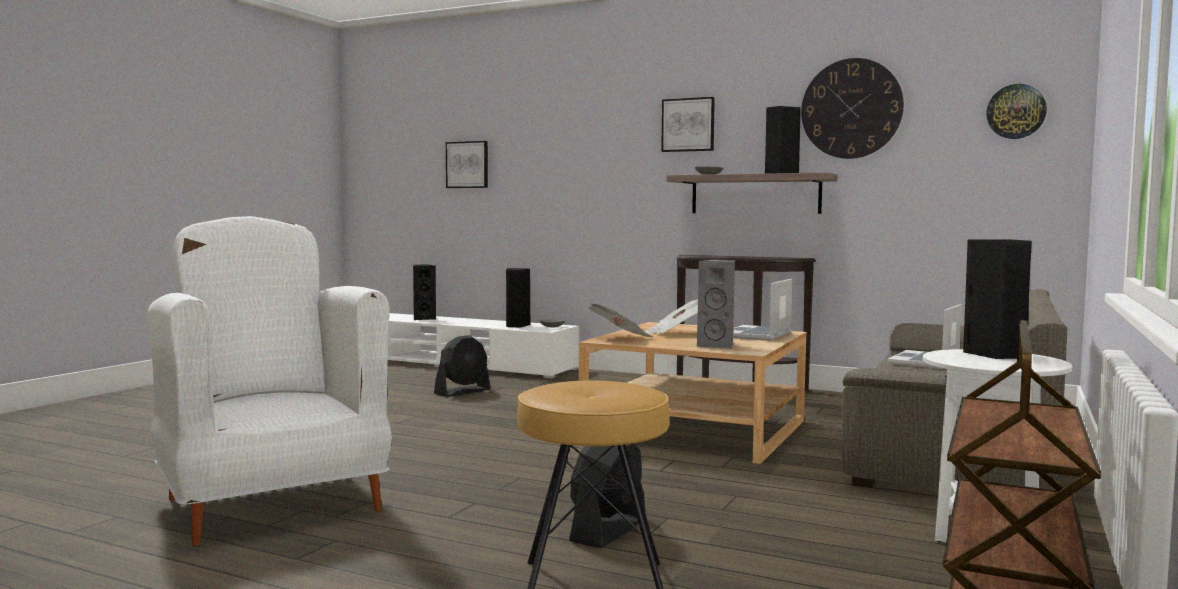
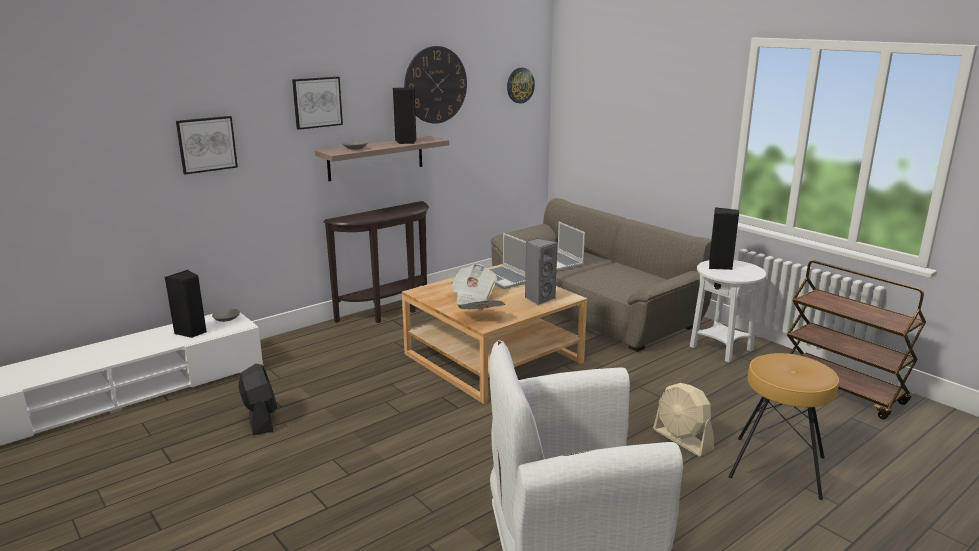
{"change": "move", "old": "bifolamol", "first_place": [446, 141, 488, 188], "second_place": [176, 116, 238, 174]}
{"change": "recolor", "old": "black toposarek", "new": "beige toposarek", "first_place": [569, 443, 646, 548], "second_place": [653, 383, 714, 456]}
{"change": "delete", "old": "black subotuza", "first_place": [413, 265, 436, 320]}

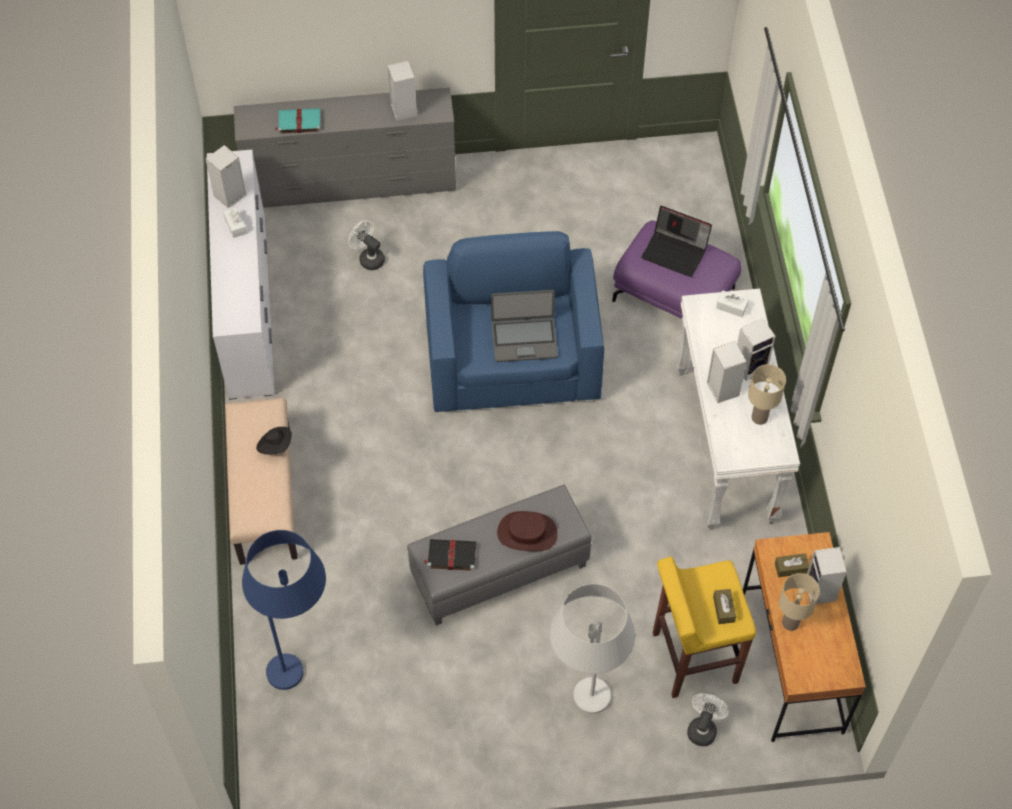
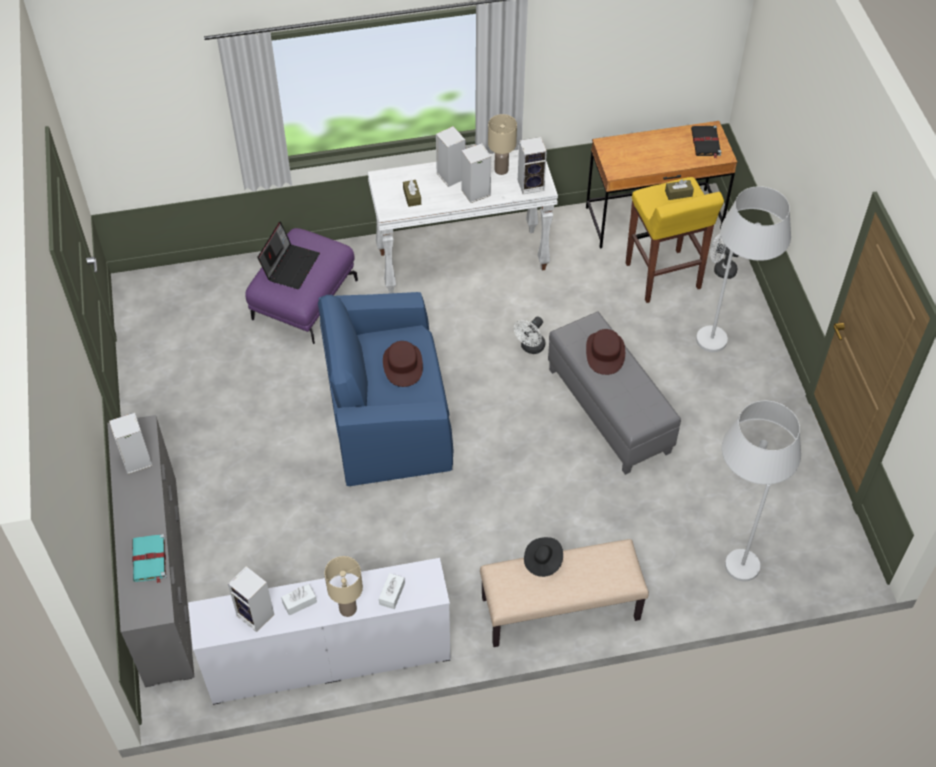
{"change": "move", "old": "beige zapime", "first_place": [779, 573, 820, 631], "second_place": [324, 556, 363, 617]}
{"change": "move", "old": "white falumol", "first_place": [716, 290, 749, 317], "second_place": [379, 573, 405, 609]}
{"change": "replace", "old": "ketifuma", "new": "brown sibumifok", "first_place": [491, 290, 558, 362], "second_place": [383, 341, 423, 387]}
{"change": "move", "old": "brown falumol", "first_place": [775, 553, 809, 577], "second_place": [403, 180, 421, 207]}
{"change": "move", "old": "white toposarek", "first_place": [348, 220, 385, 270], "second_place": [514, 316, 545, 354]}
{"change": "move", "old": "subotuza", "first_place": [807, 547, 846, 604], "second_place": [518, 137, 547, 194]}
{"change": "move", "old": "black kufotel", "first_place": [424, 539, 476, 571], "second_place": [691, 126, 721, 158]}
{"change": "recolor", "old": "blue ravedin", "new": "white ravedin", "first_place": [242, 530, 326, 690], "second_place": [722, 401, 801, 581]}

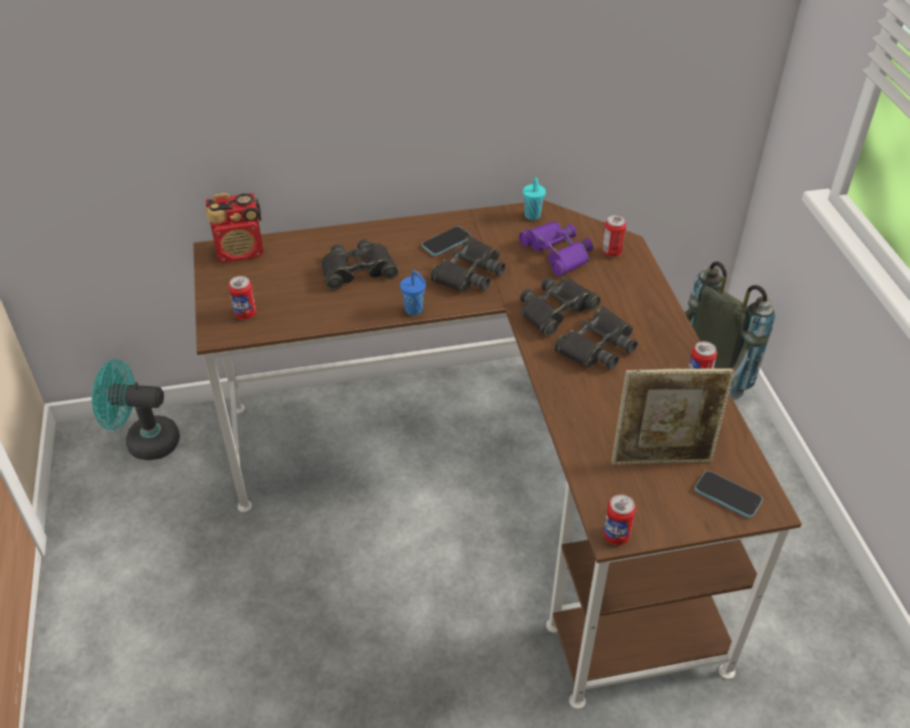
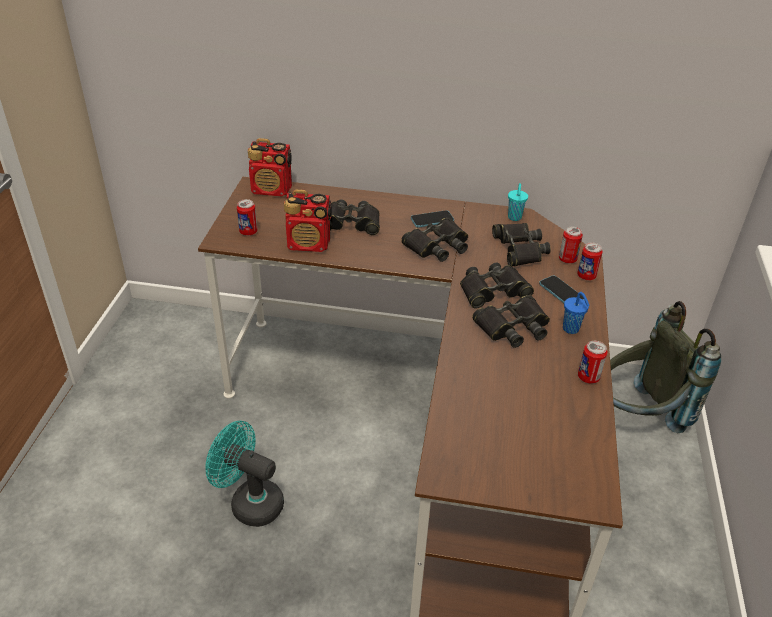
{"change": "move", "old": "turquoise toposarek", "first_place": [92, 359, 180, 460], "second_place": [205, 421, 284, 527]}
{"change": "insert", "new": "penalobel", "second_place": [284, 189, 332, 252]}
{"change": "recolor", "old": "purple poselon", "new": "black poselon", "first_place": [519, 221, 593, 277], "second_place": [492, 223, 551, 266]}
{"change": "move", "old": "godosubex", "first_place": [695, 471, 763, 518], "second_place": [539, 275, 584, 303]}
{"change": "move", "old": "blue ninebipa", "first_place": [400, 270, 426, 316], "second_place": [563, 292, 590, 334]}
{"change": "move", "old": "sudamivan", "first_place": [603, 494, 636, 545], "second_place": [577, 243, 603, 280]}
{"change": "delete", "old": "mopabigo", "first_place": [612, 368, 735, 465]}

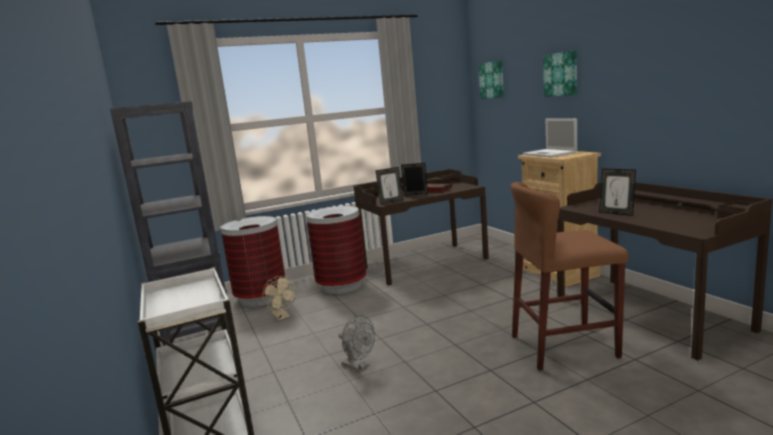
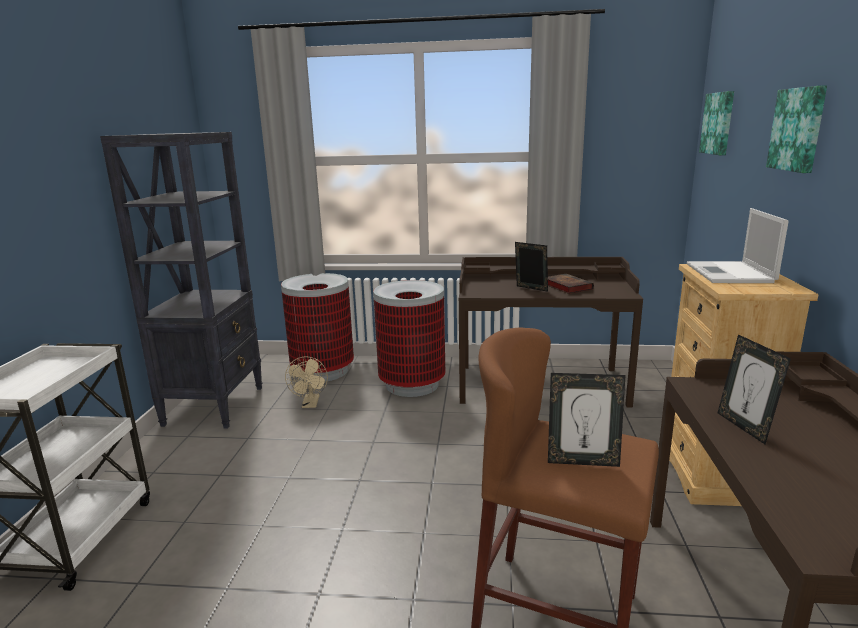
{"change": "move", "old": "mopabigo", "first_place": [375, 167, 403, 204], "second_place": [548, 373, 626, 467]}
{"change": "delete", "old": "grey toposarek", "first_place": [338, 315, 375, 372]}

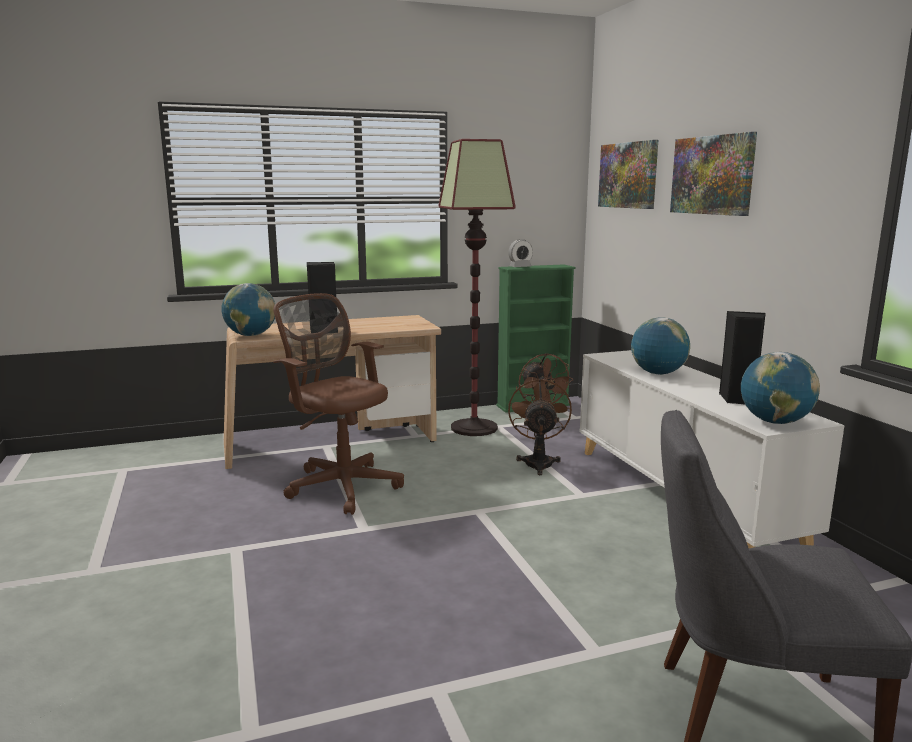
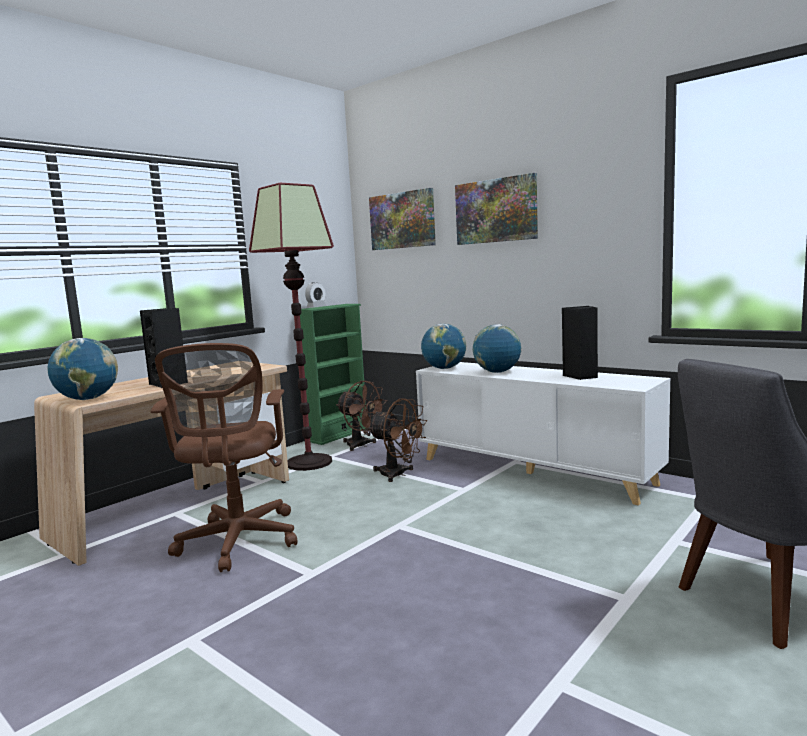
{"change": "rotate", "old": "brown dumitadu", "first_place": [273, 293, 404, 515], "second_place": [151, 343, 298, 572], "degrees": -105}
{"change": "rotate", "old": "brown toposarek", "first_place": [508, 377, 572, 475], "second_place": [368, 398, 427, 482], "degrees": 150}
{"change": "move", "old": "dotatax", "first_place": [741, 352, 820, 424], "second_place": [421, 324, 466, 369]}

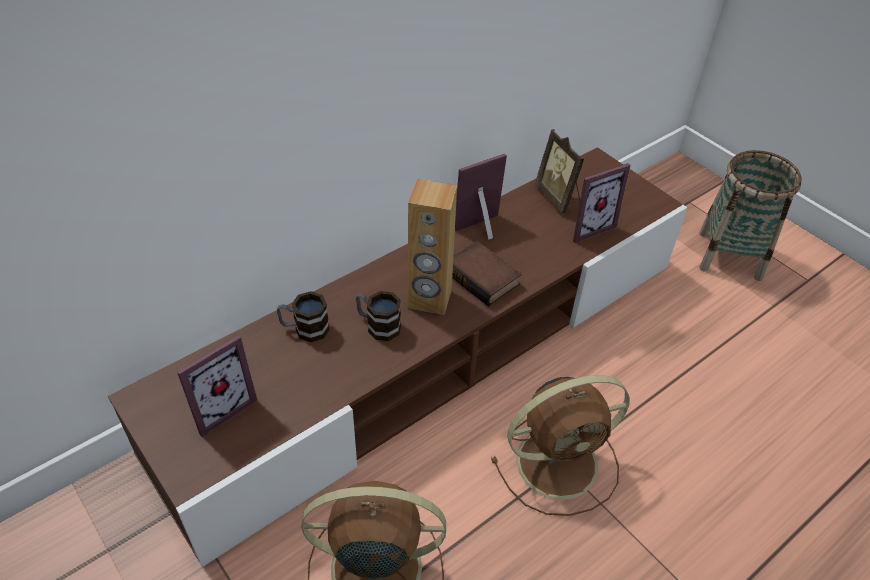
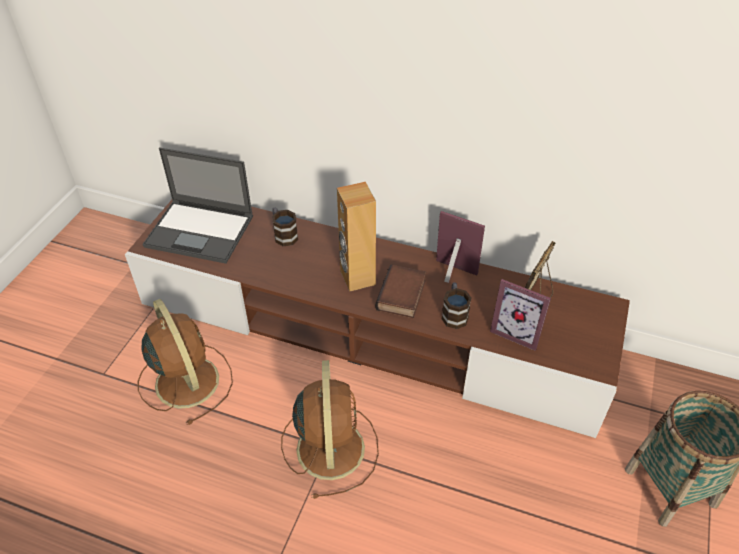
{"change": "replace", "old": "mopabigo", "new": "ketifuma", "first_place": [177, 335, 257, 437], "second_place": [142, 148, 253, 264]}
{"change": "rotate", "old": "brown toposarek", "first_place": [491, 375, 630, 516], "second_place": [281, 360, 379, 499], "degrees": -135}
{"change": "move", "old": "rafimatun", "first_place": [356, 291, 401, 341], "second_place": [442, 282, 472, 329]}

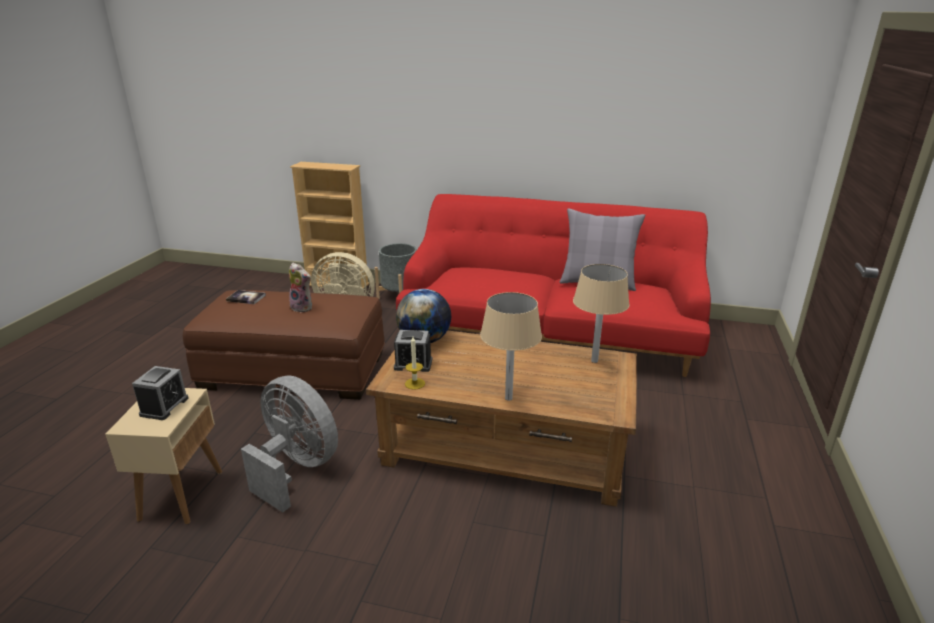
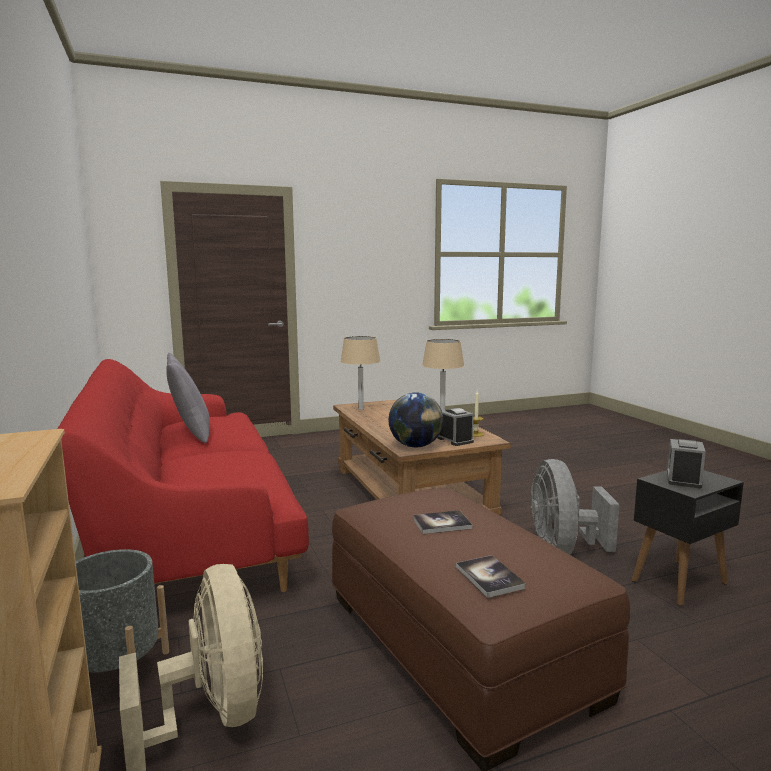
{"change": "replace", "old": "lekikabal", "new": "kufotel", "first_place": [288, 263, 312, 313], "second_place": [413, 510, 472, 534]}
{"change": "recolor", "old": "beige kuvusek", "new": "black kuvusek", "first_place": [105, 388, 222, 525], "second_place": [632, 470, 744, 606]}
{"change": "rotate", "old": "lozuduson", "first_place": [132, 366, 189, 420], "second_place": [667, 439, 706, 488], "degrees": -45}

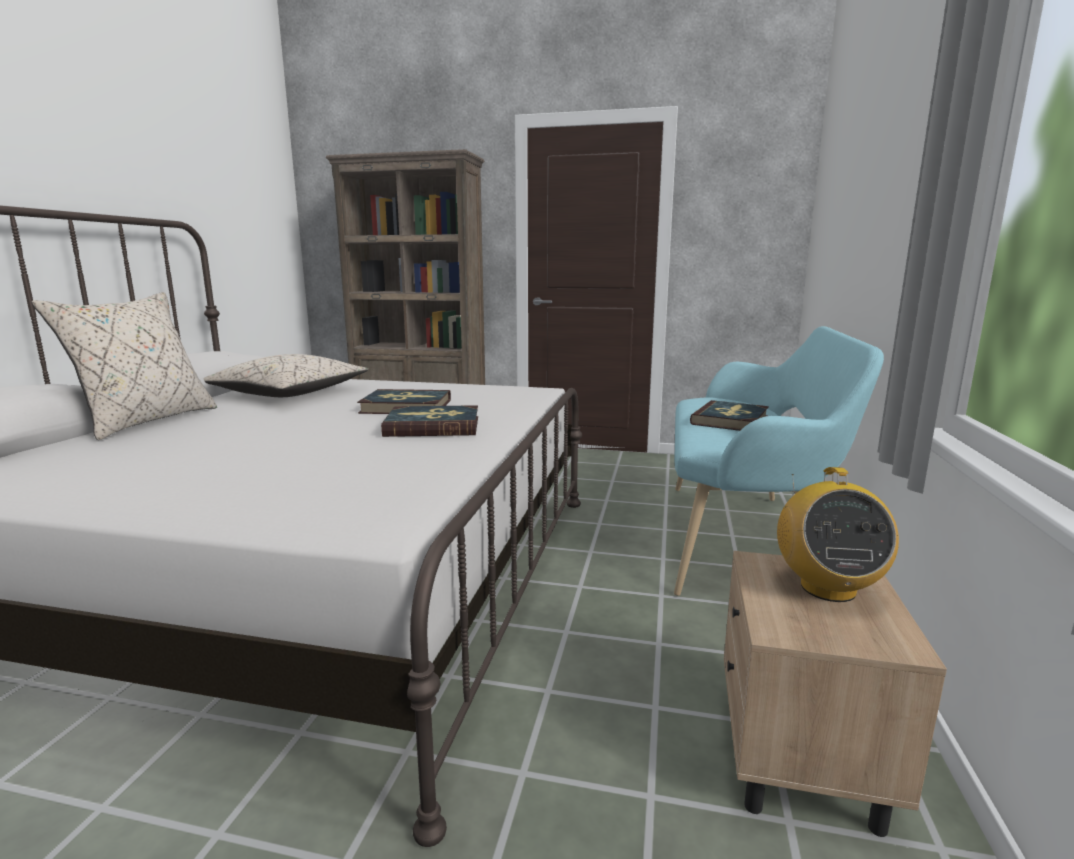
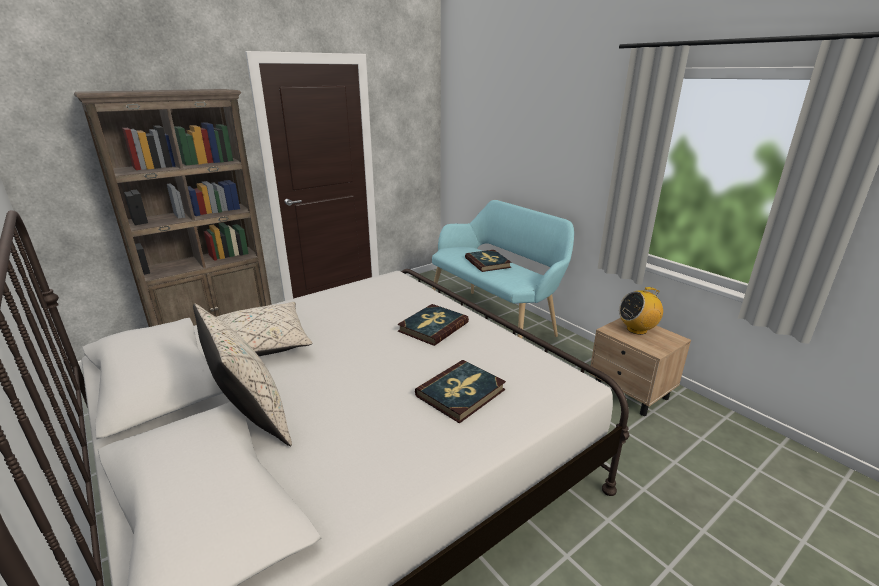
{"change": "move", "old": "kufotel", "first_place": [357, 389, 451, 414], "second_place": [415, 360, 506, 423]}
{"change": "rotate", "old": "penalobel", "first_place": [777, 467, 899, 602], "second_place": [619, 287, 663, 335], "degrees": 120}

